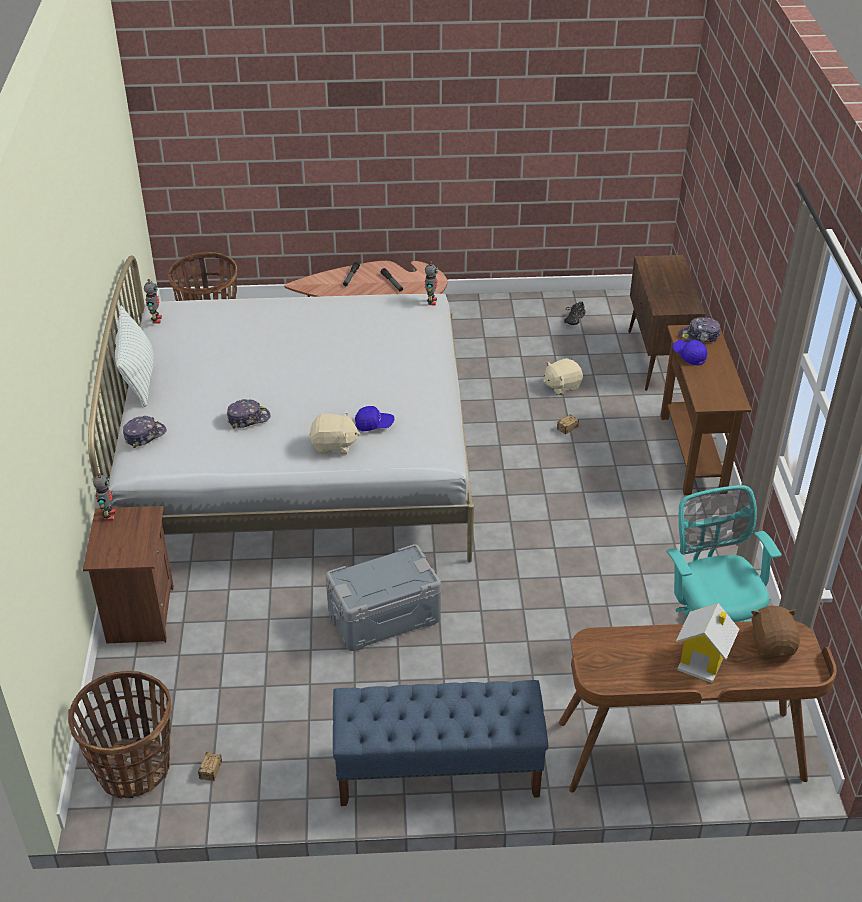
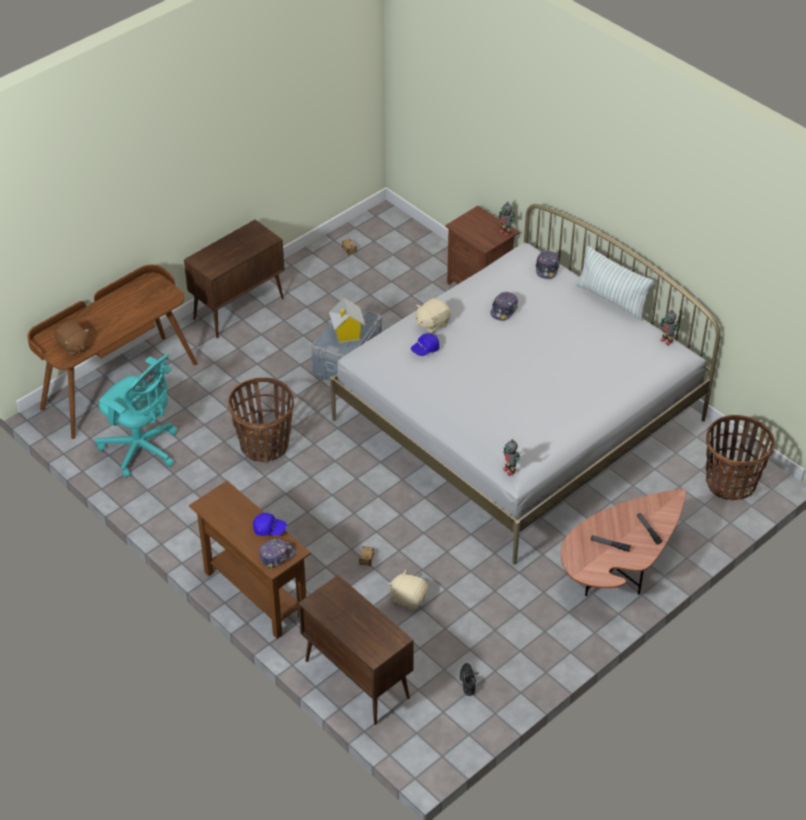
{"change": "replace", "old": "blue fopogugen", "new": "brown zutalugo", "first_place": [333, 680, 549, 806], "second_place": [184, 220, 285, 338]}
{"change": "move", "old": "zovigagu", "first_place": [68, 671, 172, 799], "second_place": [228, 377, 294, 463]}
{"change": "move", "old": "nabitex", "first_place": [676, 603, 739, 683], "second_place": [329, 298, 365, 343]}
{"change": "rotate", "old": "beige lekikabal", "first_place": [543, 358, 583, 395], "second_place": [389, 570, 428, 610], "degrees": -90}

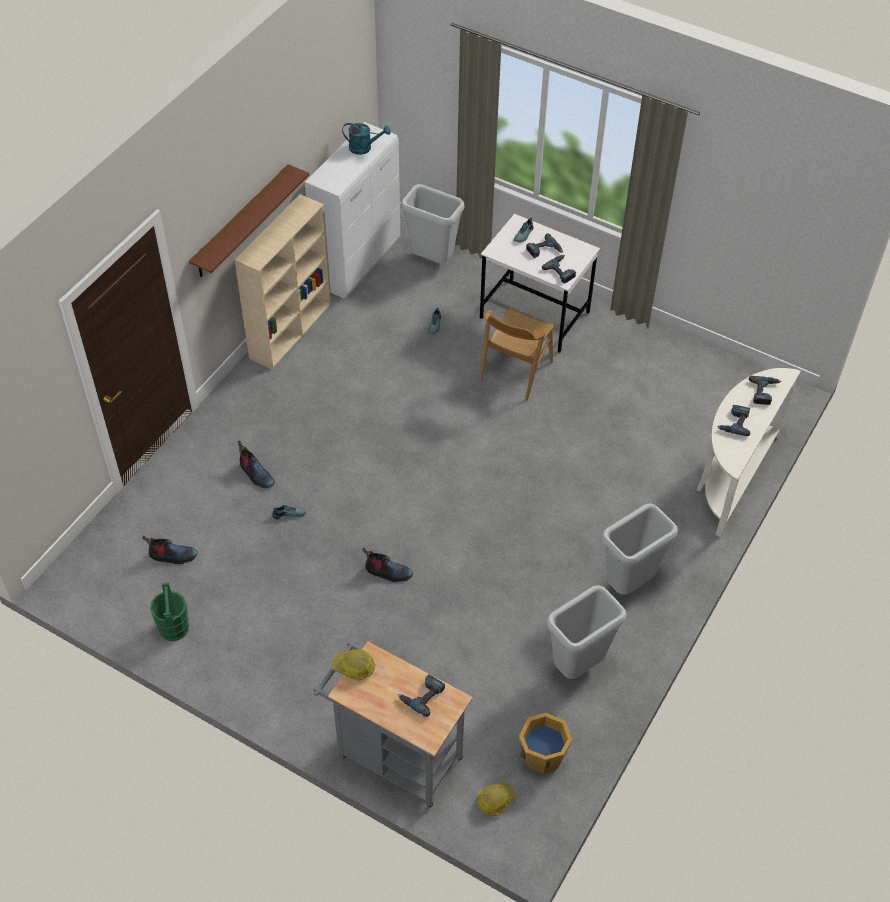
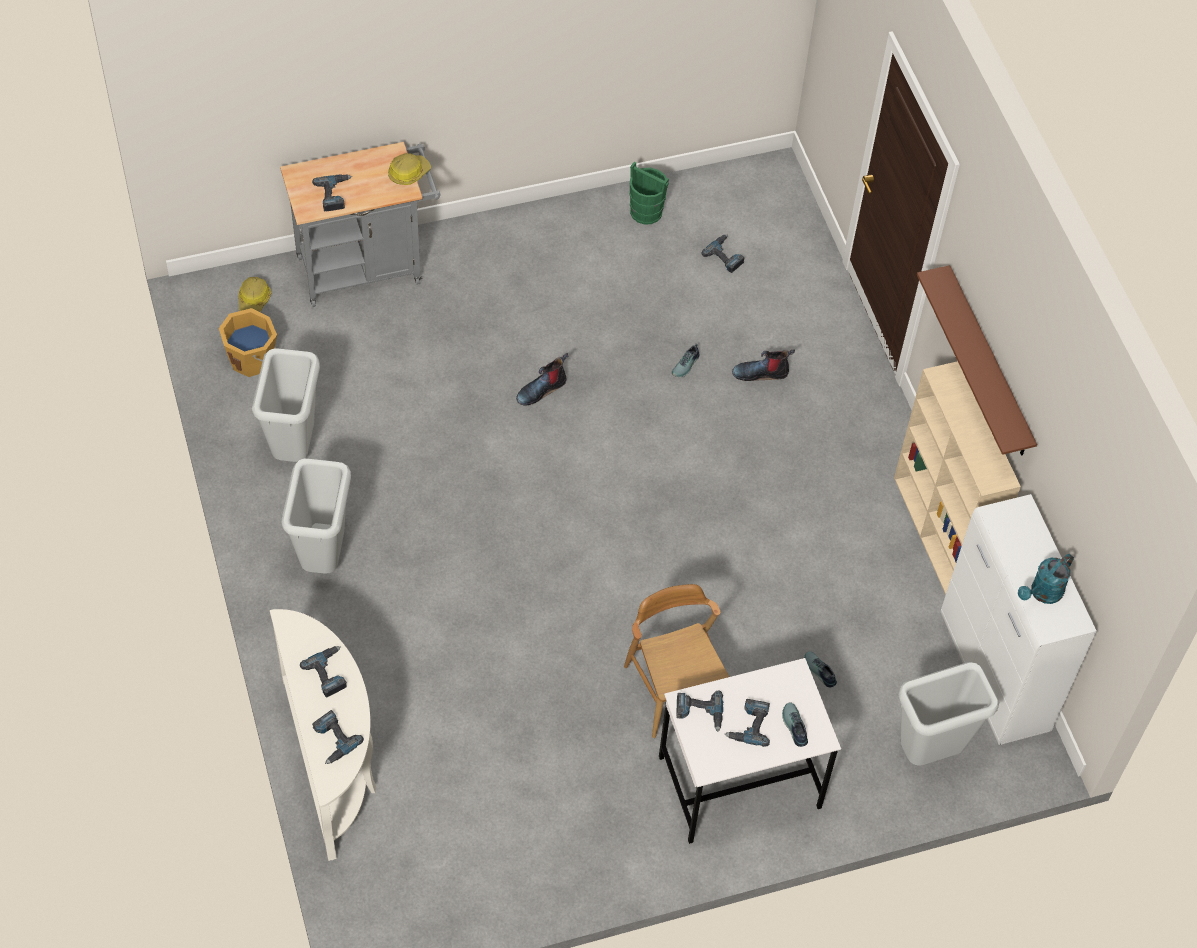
{"change": "replace", "old": "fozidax", "new": "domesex", "first_place": [142, 536, 198, 564], "second_place": [701, 234, 745, 273]}

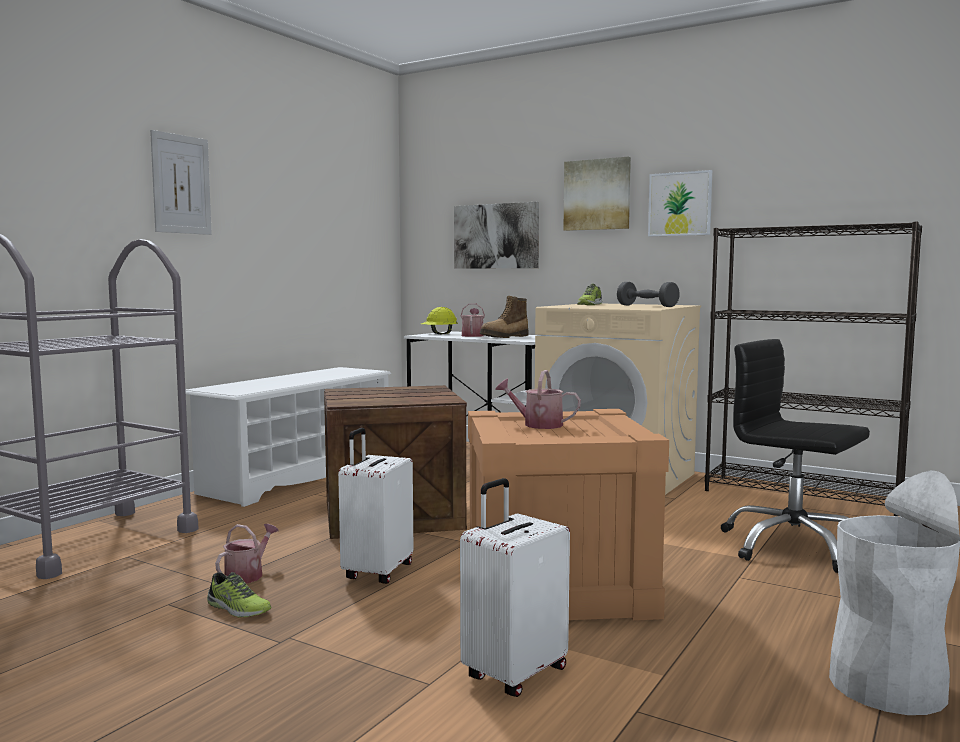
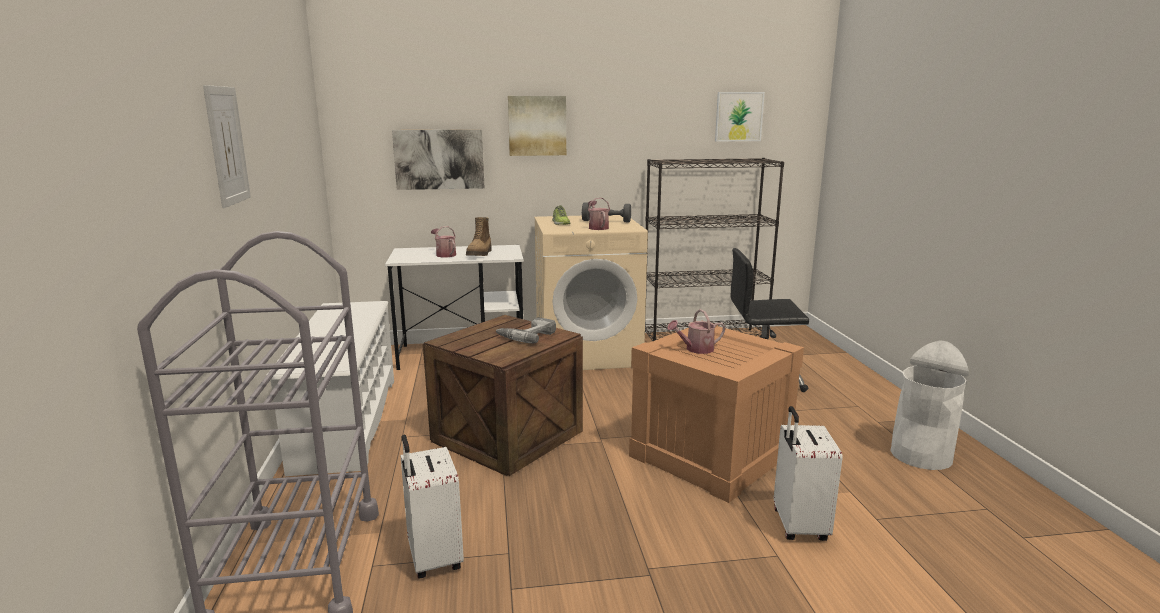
{"change": "move", "old": "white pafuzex", "first_place": [338, 428, 413, 584], "second_place": [400, 435, 464, 578]}
{"change": "insert", "new": "domesex", "second_place": [496, 318, 556, 343]}
{"change": "move", "old": "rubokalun", "first_place": [215, 524, 279, 584], "second_place": [588, 198, 610, 230]}
{"change": "move", "old": "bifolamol", "first_place": [648, 170, 712, 237], "second_place": [715, 92, 765, 142]}
{"change": "delete", "old": "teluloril", "first_place": [207, 572, 272, 617]}
{"change": "delete", "old": "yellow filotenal", "first_place": [421, 307, 458, 334]}

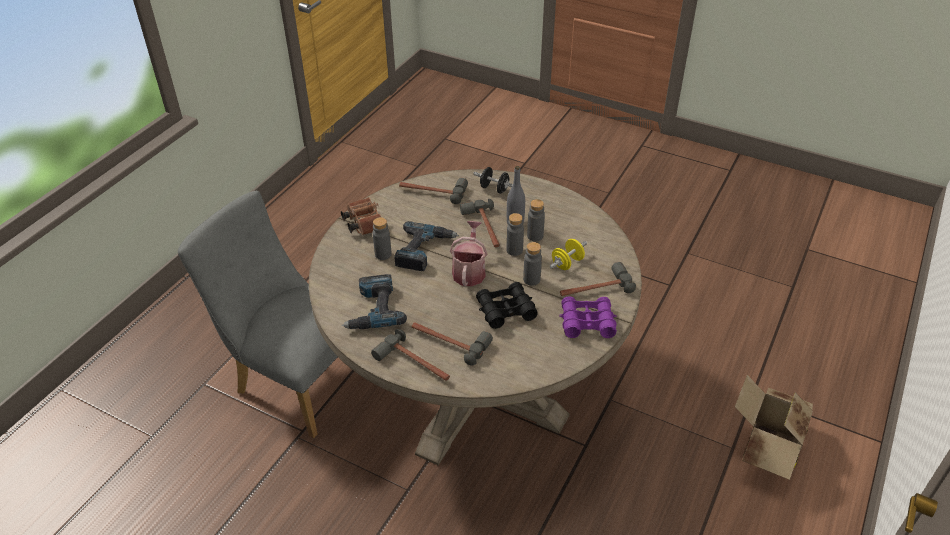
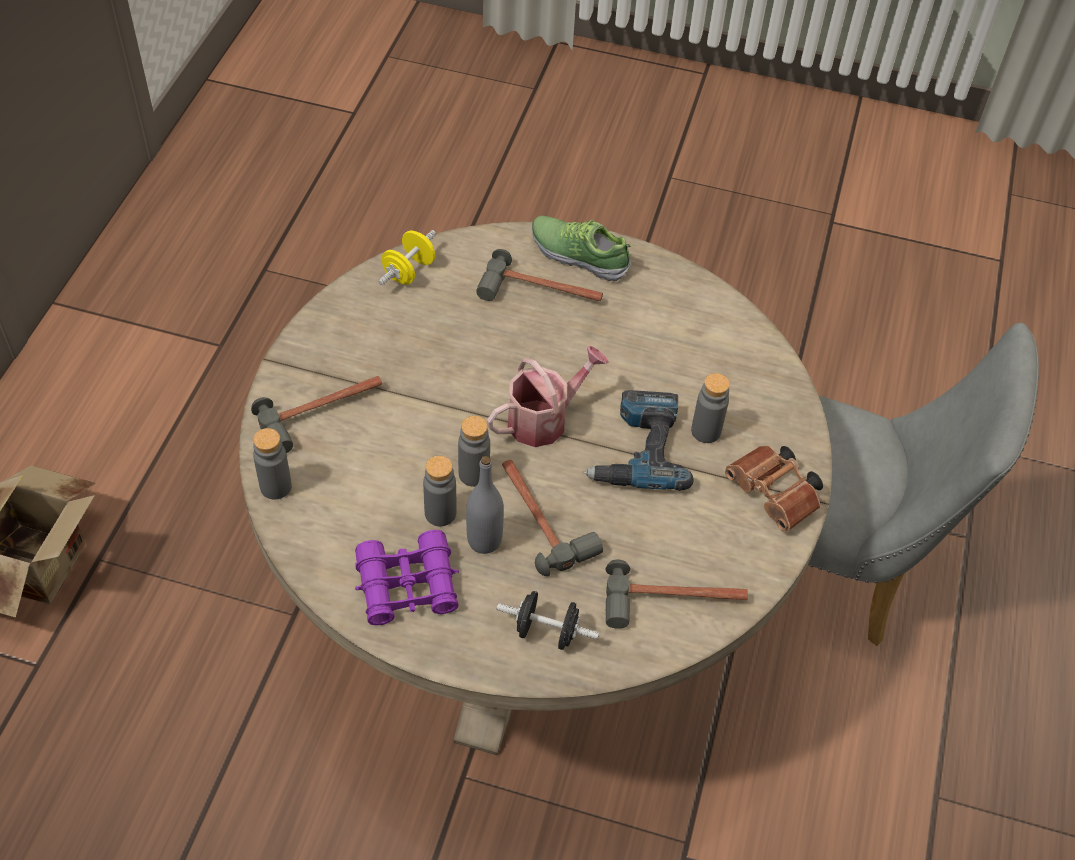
{"change": "move", "old": "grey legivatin", "first_place": [523, 242, 542, 286], "second_place": [253, 428, 292, 499]}
{"change": "move", "old": "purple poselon", "first_place": [559, 297, 617, 338], "second_place": [355, 530, 459, 625]}
{"change": "move", "old": "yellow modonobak", "first_place": [550, 239, 587, 270], "second_place": [379, 230, 436, 285]}
{"change": "rotate", "old": "rubokalun", "first_place": [450, 221, 488, 287], "second_place": [487, 346, 609, 447], "degrees": -120}
{"change": "replace", "old": "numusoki", "new": "teluloril", "first_place": [371, 329, 450, 381], "second_place": [532, 216, 632, 281]}
{"change": "delete", "old": "domesex", "first_place": [342, 274, 407, 329]}
{"change": "delete", "old": "black poselon", "first_place": [476, 282, 538, 329]}

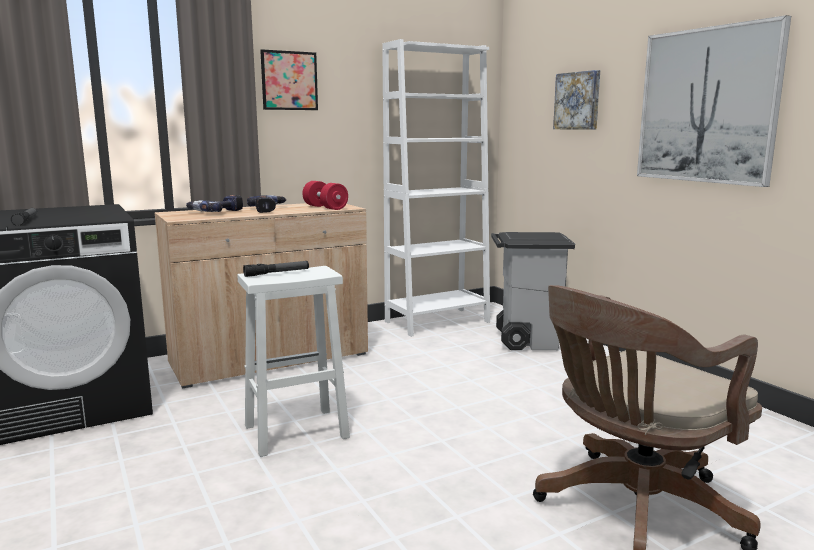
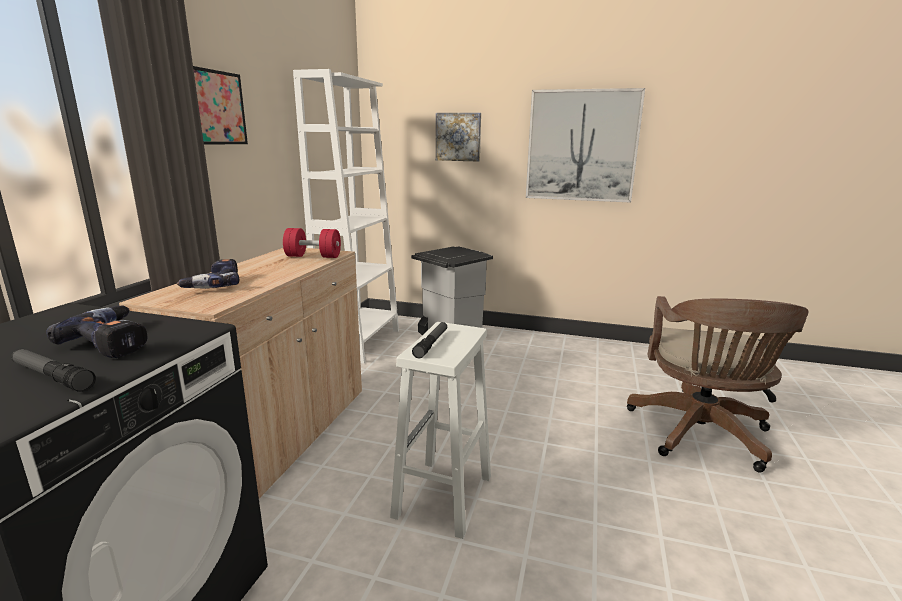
{"change": "move", "old": "domesex", "first_place": [247, 195, 286, 213], "second_place": [46, 306, 147, 358]}

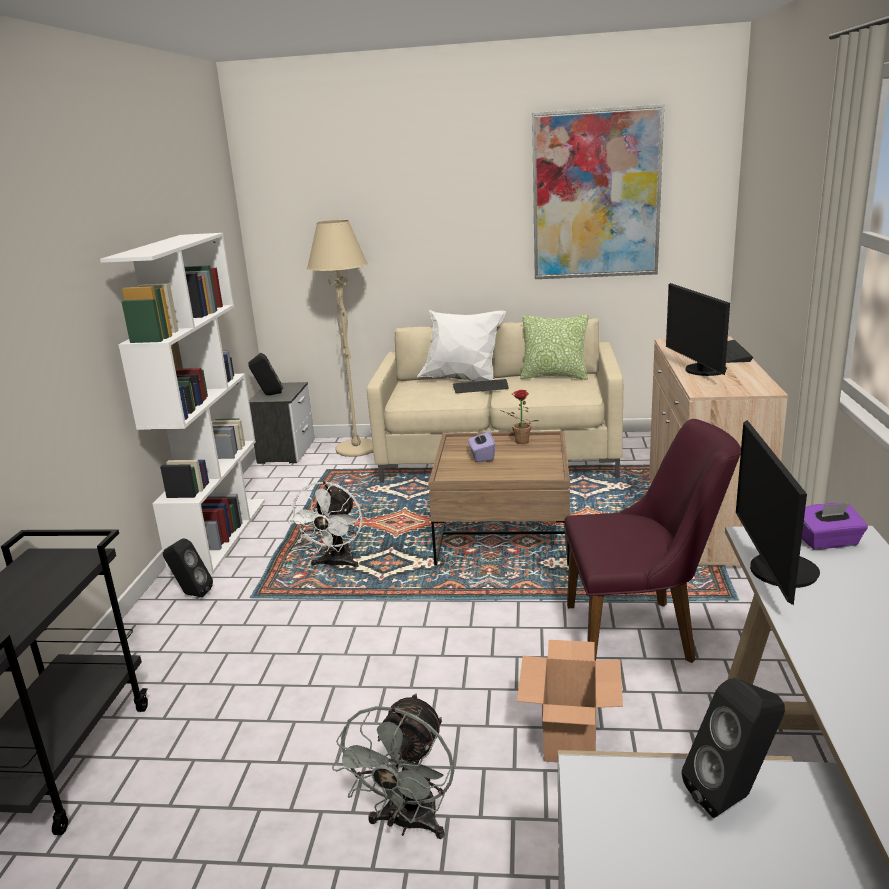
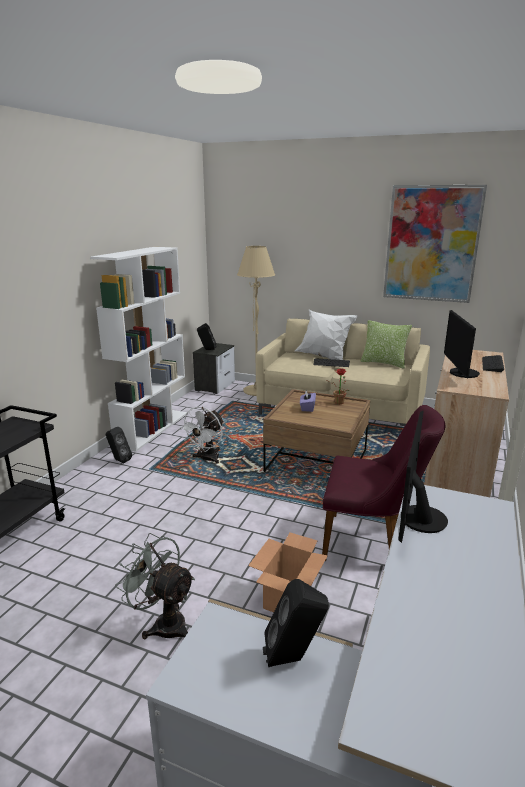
{"change": "rotate", "old": "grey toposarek", "first_place": [332, 693, 454, 839], "second_place": [115, 533, 195, 639], "degrees": 90}
{"change": "delete", "old": "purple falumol", "first_place": [802, 503, 868, 550]}

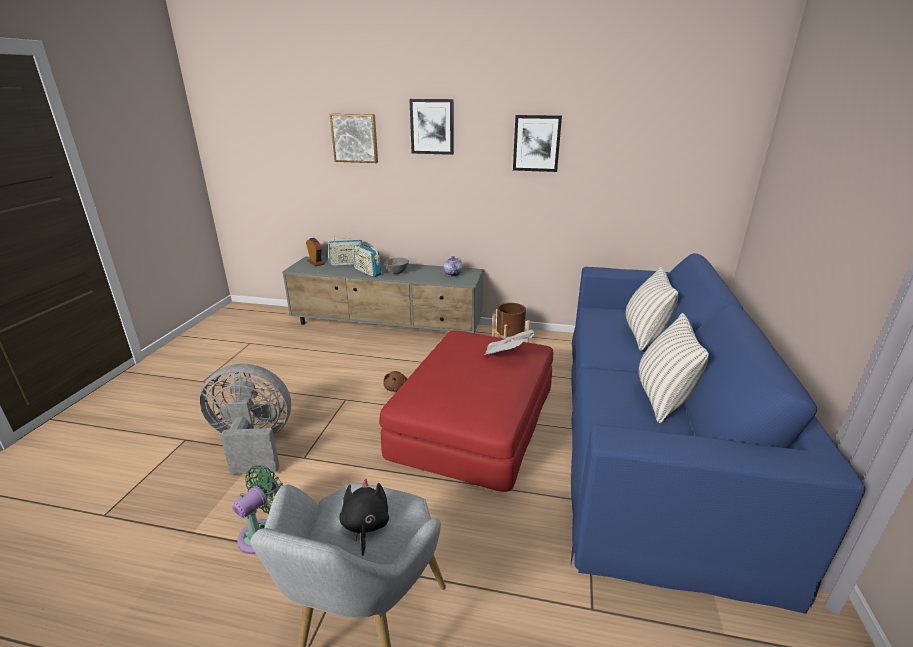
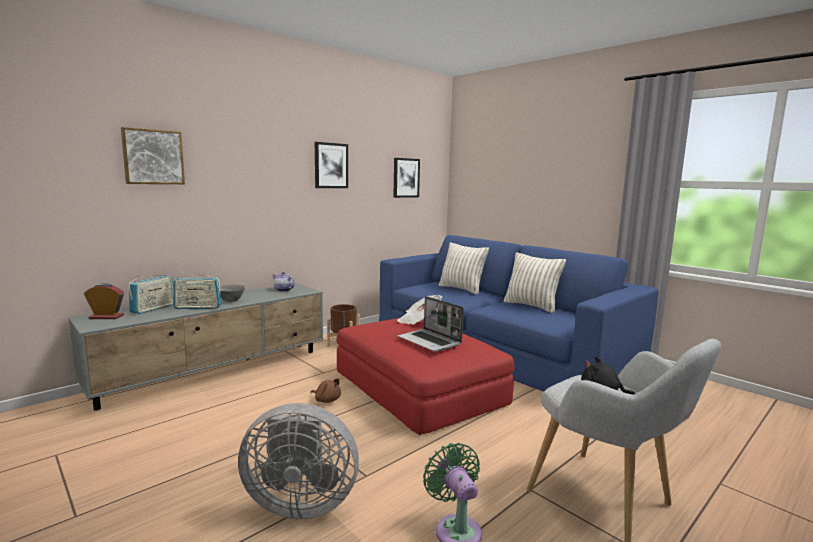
{"change": "rotate", "old": "grey toposarek", "first_place": [200, 364, 291, 474], "second_place": [238, 403, 359, 519], "degrees": -120}
{"change": "move", "old": "bifolamol", "first_place": [409, 99, 454, 155], "second_place": [393, 158, 420, 198]}
{"change": "insert", "new": "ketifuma", "second_place": [398, 296, 464, 352]}

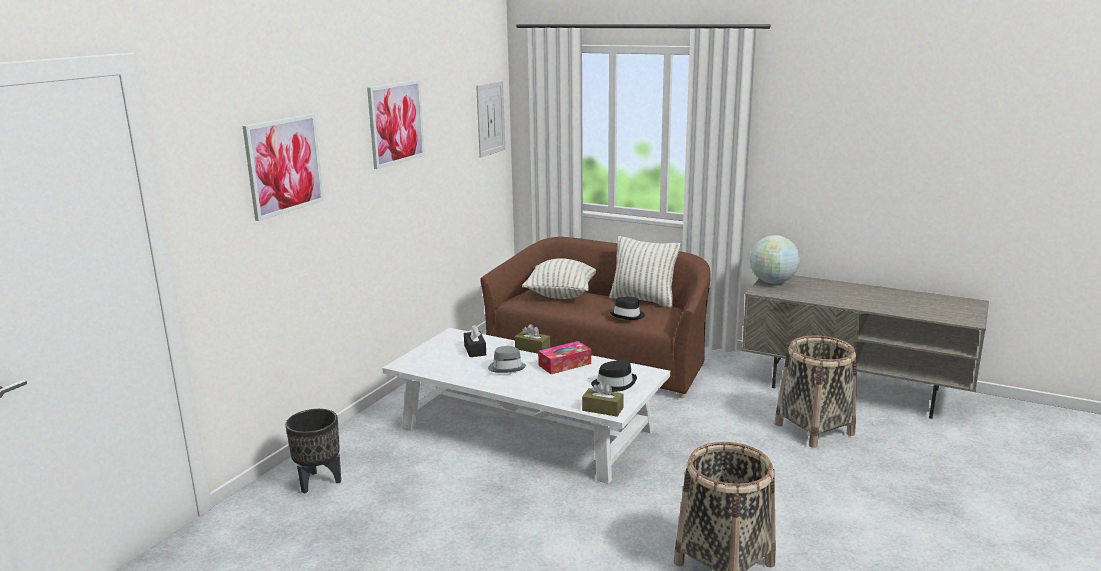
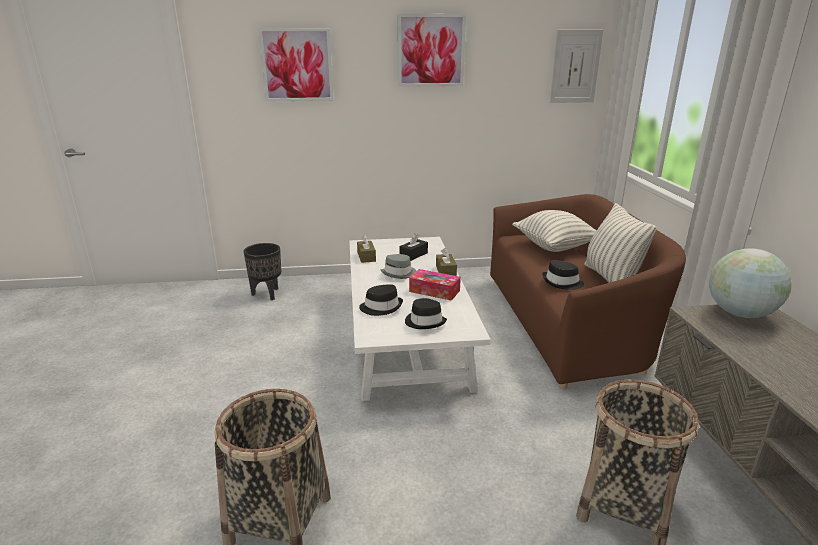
{"change": "move", "old": "brown falumol", "first_place": [582, 381, 624, 417], "second_place": [357, 235, 376, 263]}
{"change": "insert", "new": "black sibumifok", "second_place": [359, 284, 403, 316]}

